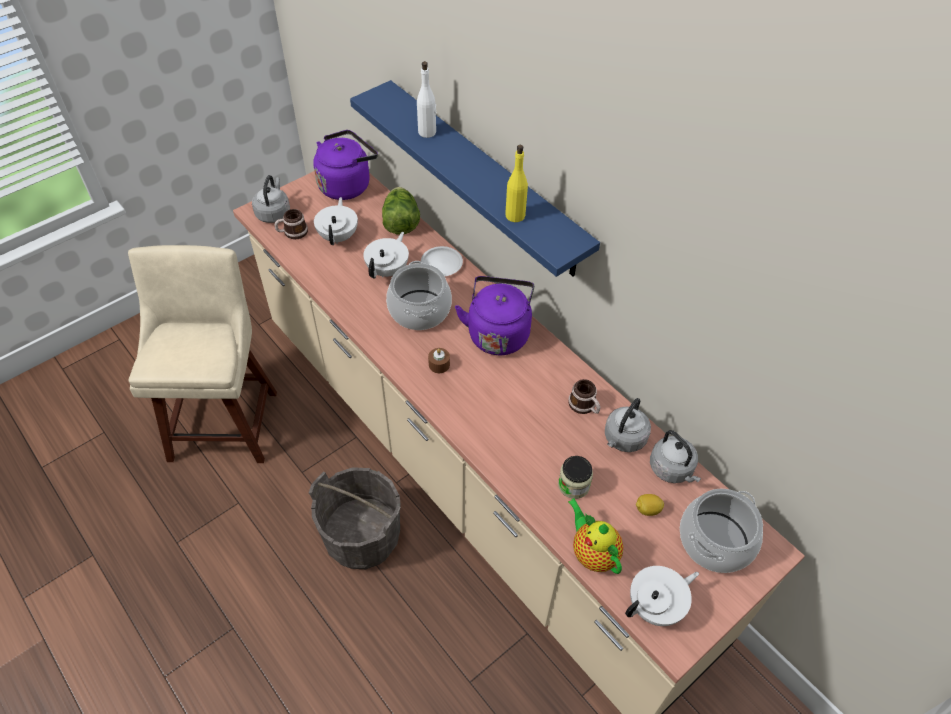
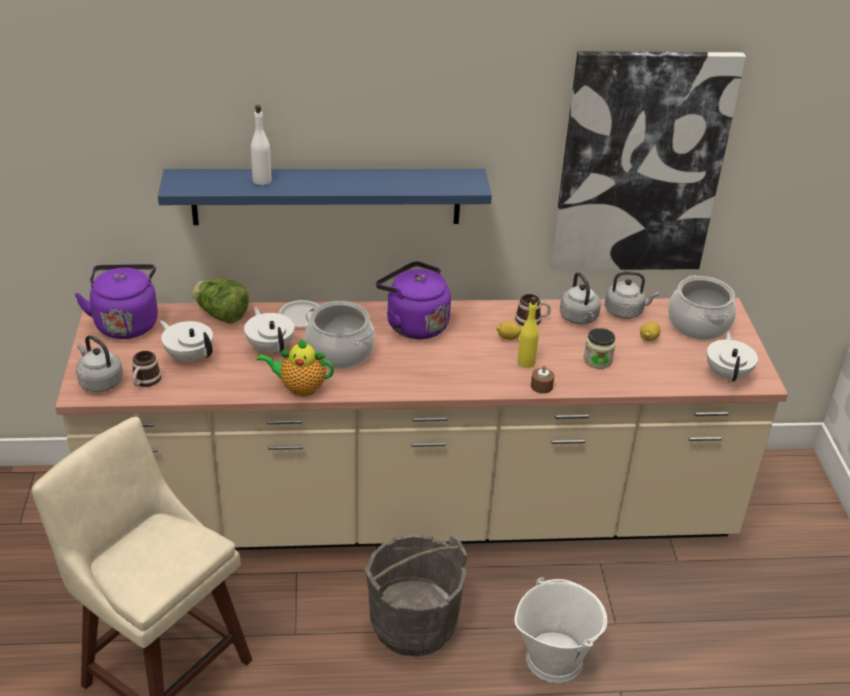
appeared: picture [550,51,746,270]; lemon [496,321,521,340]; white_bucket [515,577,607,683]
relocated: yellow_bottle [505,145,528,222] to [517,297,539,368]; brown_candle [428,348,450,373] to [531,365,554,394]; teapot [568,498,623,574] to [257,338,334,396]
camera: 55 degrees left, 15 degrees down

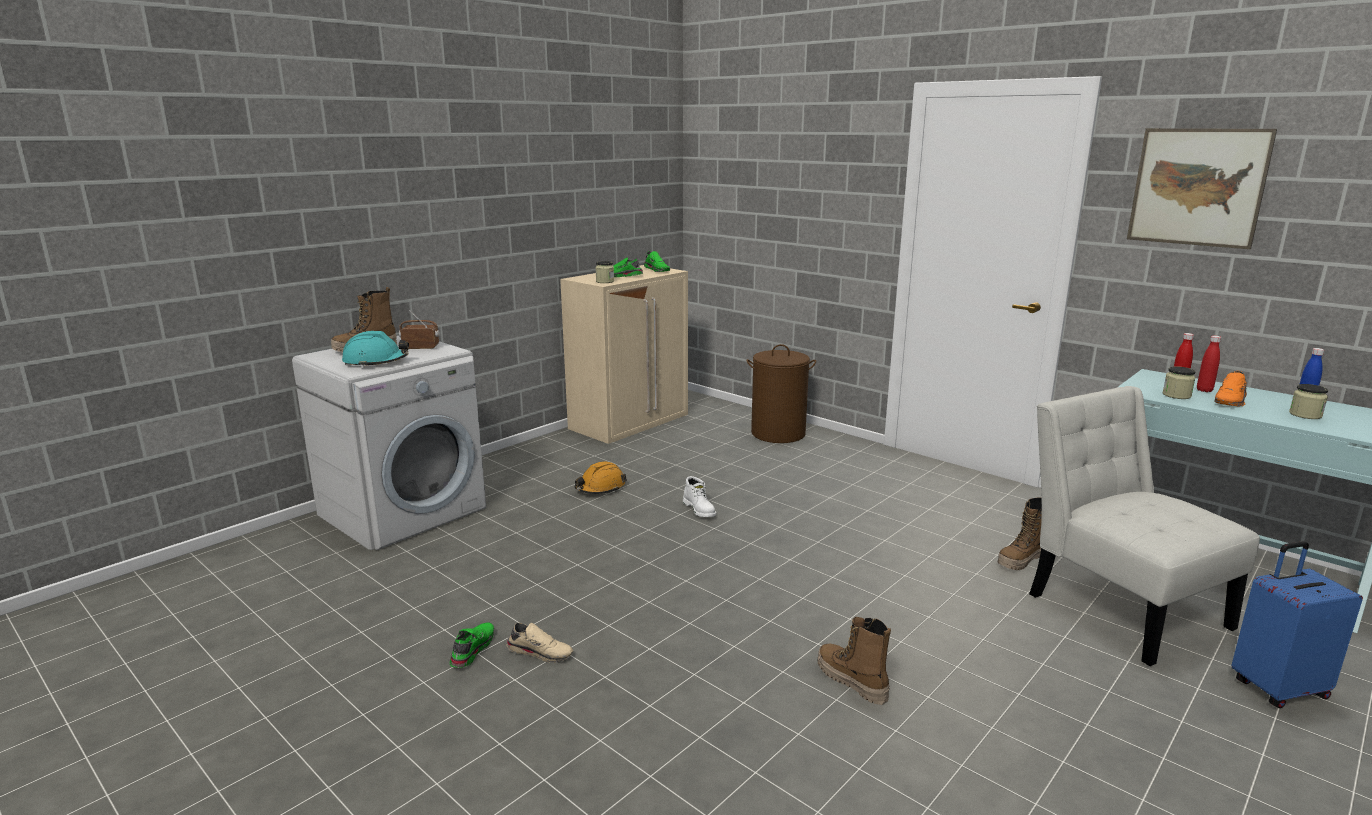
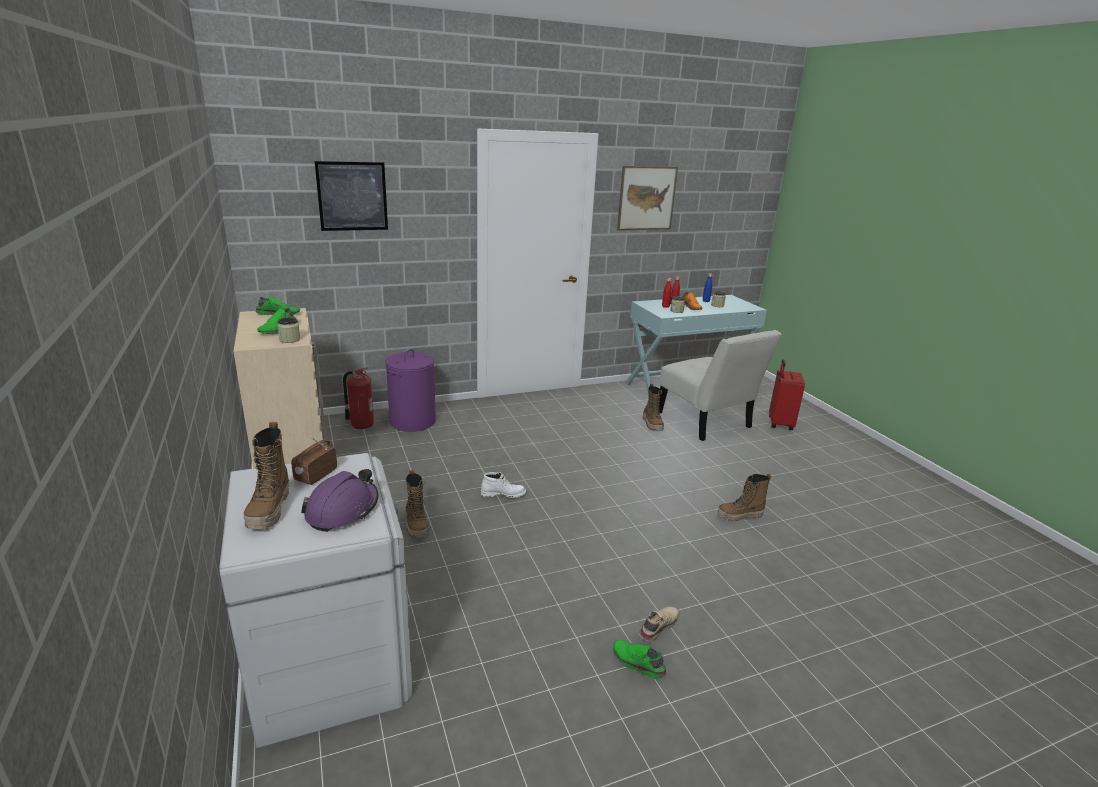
appeared: picture [315,161,388,231]; fire_extinguisher [343,368,374,429]
exchanged: orange_hard_hat [575,462,627,494] to boot [405,470,429,538]
colour: turquoise_hard_hat [342,331,409,367] to purple_hard_hat [301,469,379,532]; brown_laundry_basket [746,344,816,443] to purple_laundry_basket [386,349,436,432]; blue_suitcase [1231,541,1363,708] to red_suitcase [769,359,805,430]
spun: white_chair [1029,386,1260,666] = [659,330,782,441] 120 degrees counterclockwise
camera: 65 degrees left, 5 degrees up

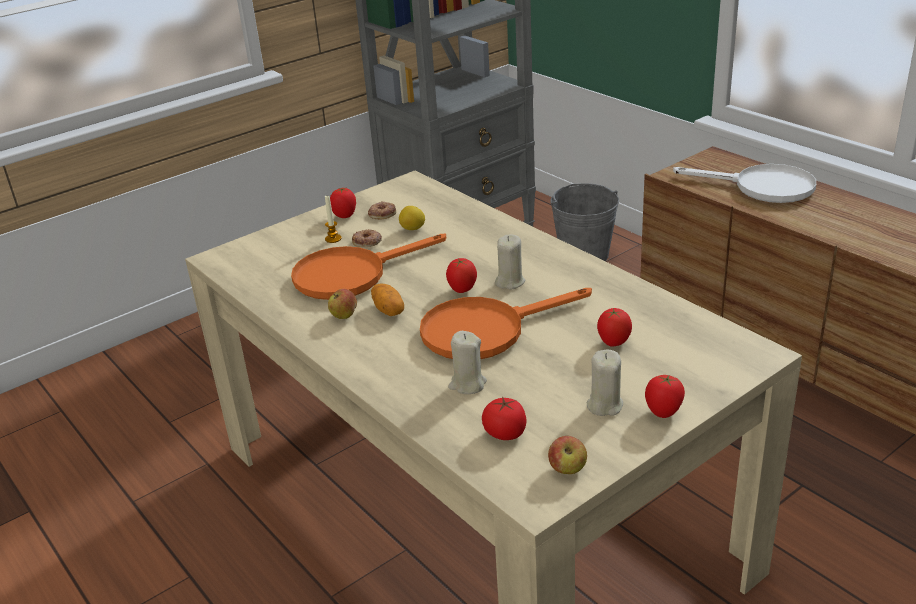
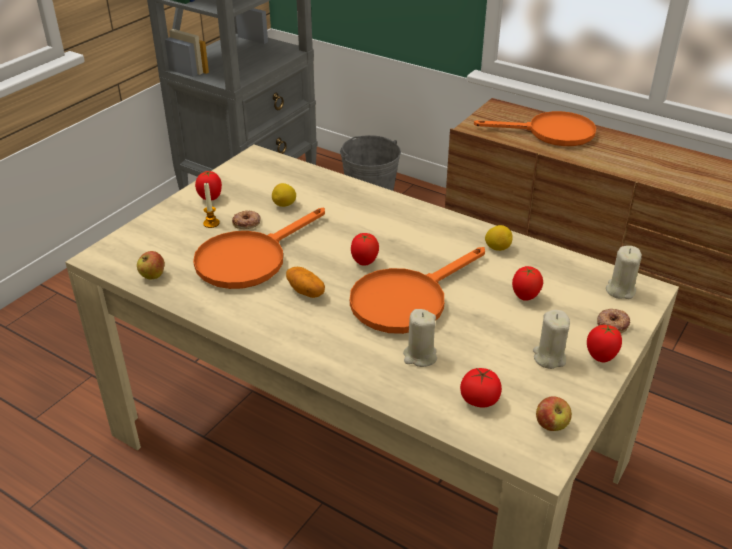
appeared: lemon [485,225,513,251]
relocated: donut [368,202,396,219] to [597,309,630,333]; beige_candle [495,235,525,289] to [606,246,642,299]; apple [328,289,357,319] to [137,251,165,280]
colour: white_frying_pan [673,164,816,203] to orange_frying_pan [474,111,596,146]
camera: 20 degrees left, 5 degrees up

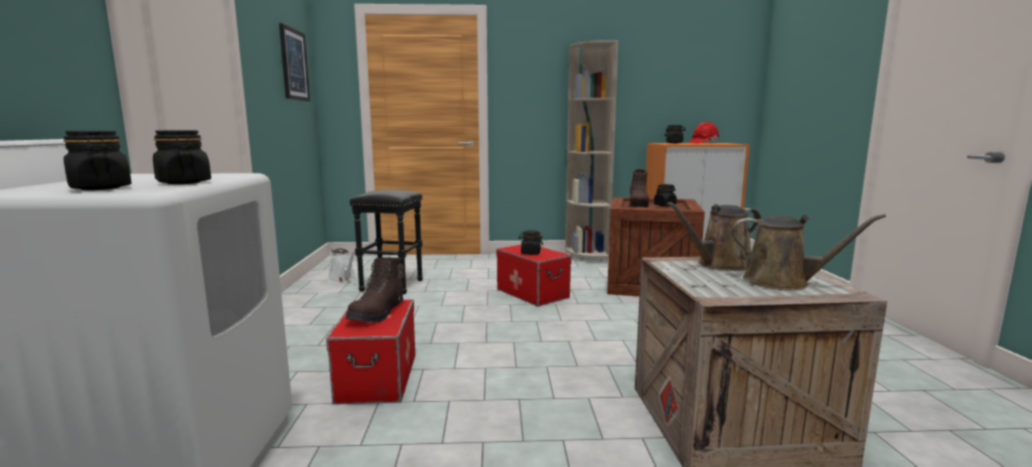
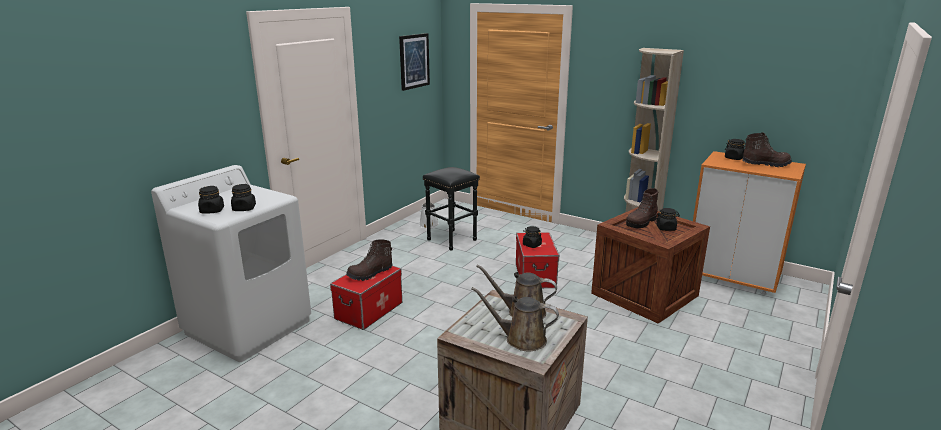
exchanged: red_hard_hat [690,122,719,143] to brown_boot [742,132,792,167]
spun: brown_watering_can [731,214,886,291] = [472,287,559,351] 135 degrees clockwise
camera: 35 degrees right, 10 degrees up

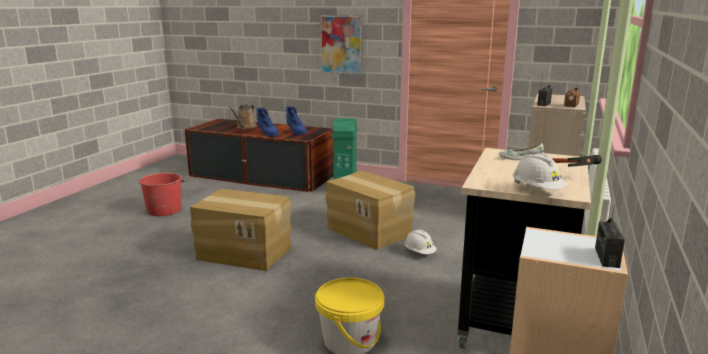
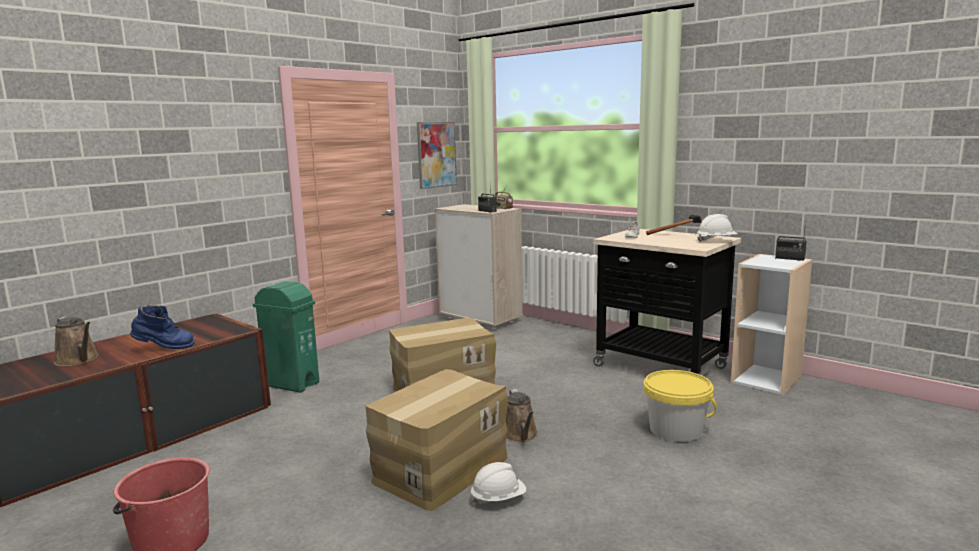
missing: blue_boot [285,106,307,135]
appeared: brown_watering_can [506,389,538,442]
relocated: picture [320,15,363,75] to [417,122,457,189]; white_hard_hat [404,229,437,254] to [471,462,526,505]
camera: 70 degrees left, 5 degrees down

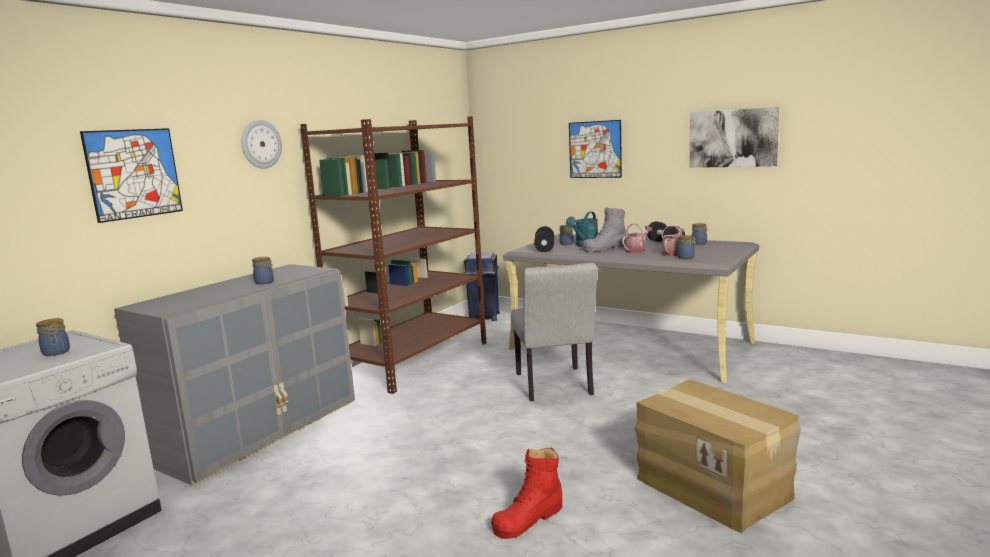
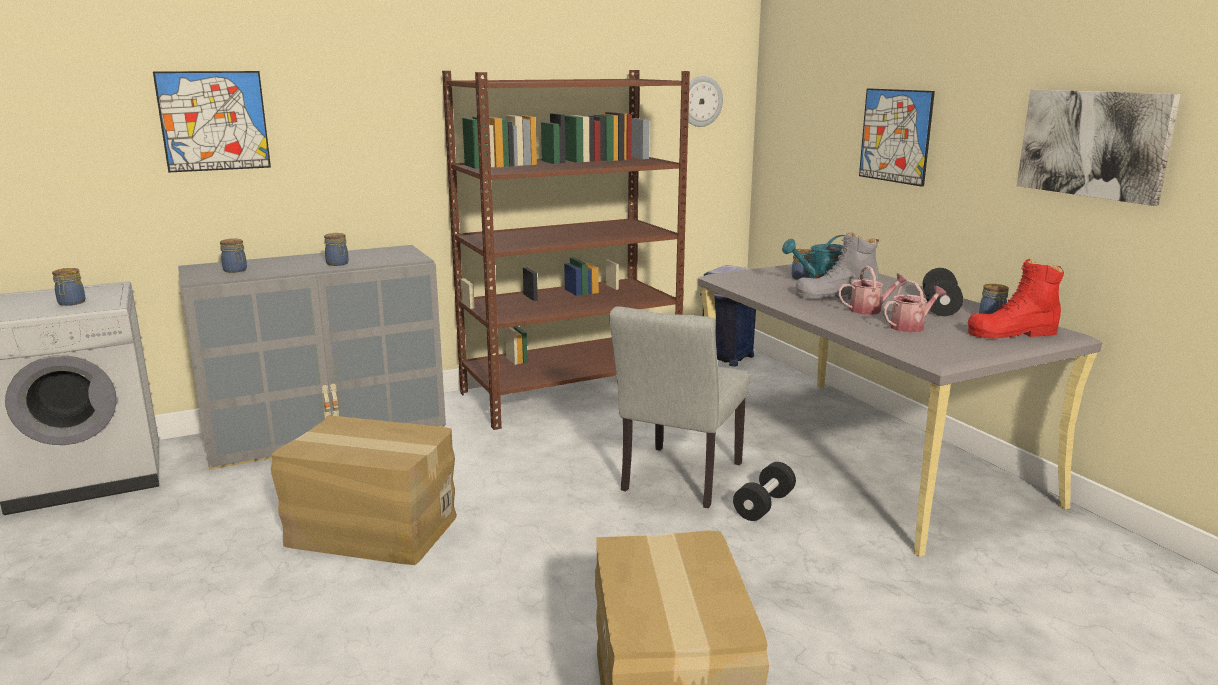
appeared: cardboard_box [271,416,457,565]
relocated: wall_clock [242,120,282,169] to [688,76,723,127]; black_dumbbell [534,226,554,252] to [733,462,796,521]; jar [678,235,697,259] to [220,238,247,273]; red_boot [491,447,562,539] to [968,259,1064,339]
camera: 30 degrees right, 5 degrees up

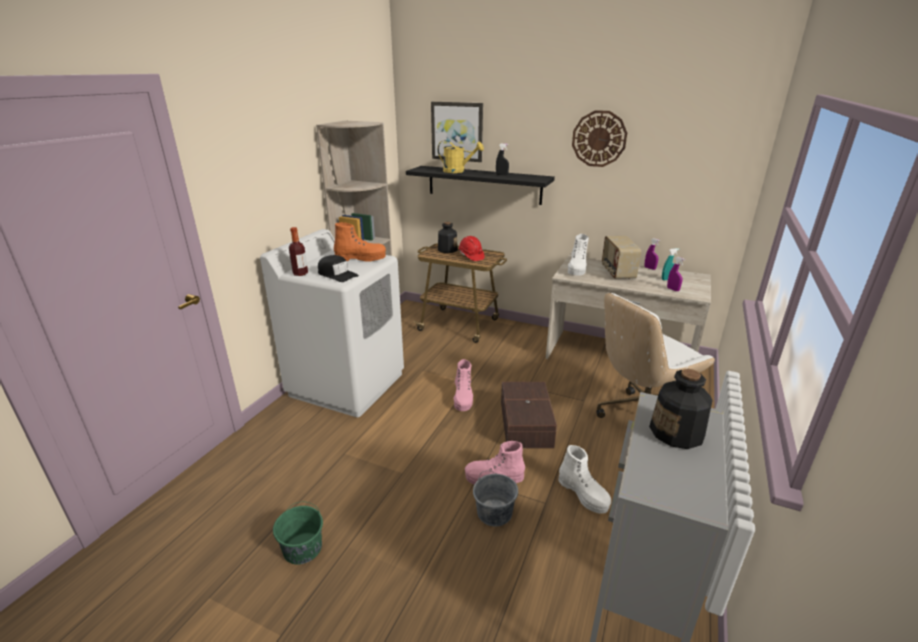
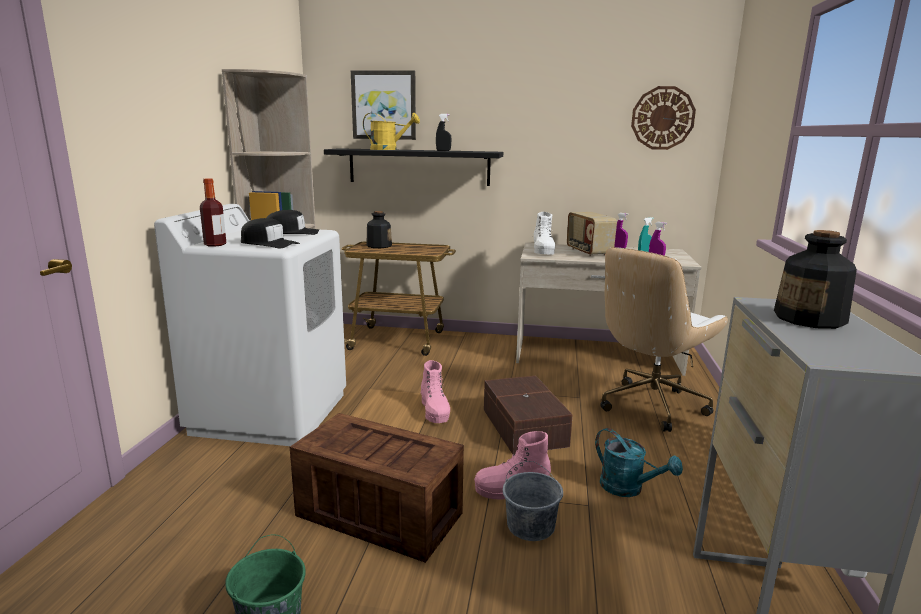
missing: red_hard_hat [458,236,485,261]
appeared: crate [290,413,464,563]
relocated: wall_clock [572,110,627,167] to [631,86,696,150]
exchanged: orange_boot [334,222,386,262] to black_cap [266,210,319,235]; white_boot [558,445,611,514] to turquoise_watering_can [595,428,683,497]
camera: 15 degrees left, 10 degrees down

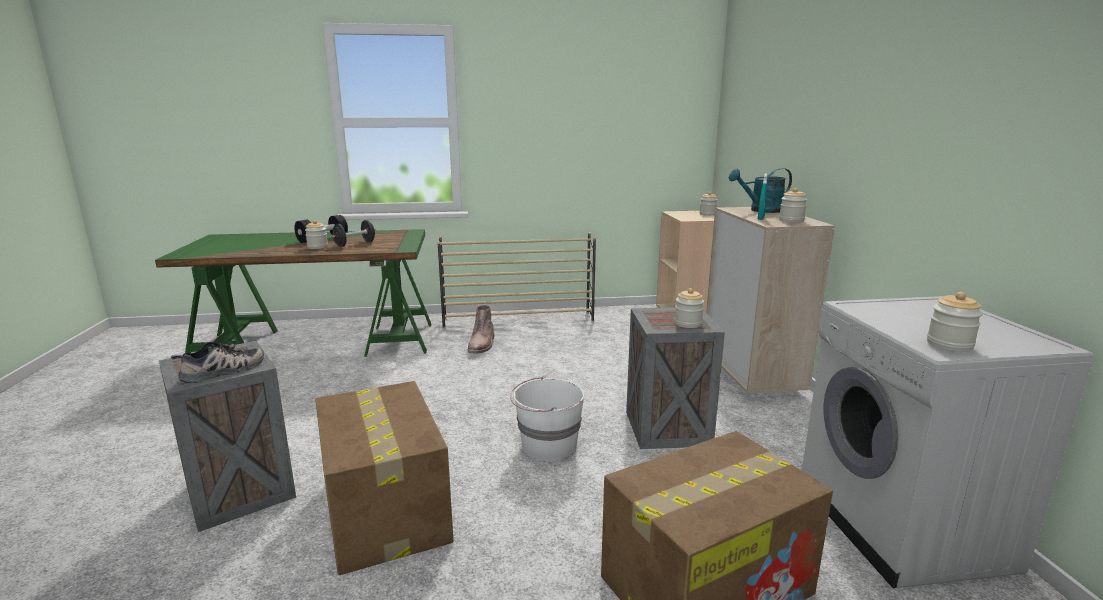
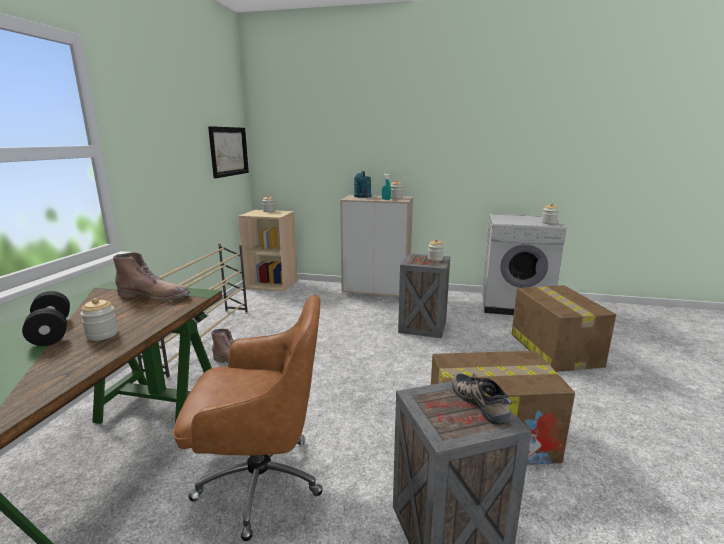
missing: black_dumbbell [330,220,376,247]; white_bucket [510,376,584,462]
appeared: picture [208,126,249,178]; brown_boot [113,252,190,302]; brown_office_chair [173,294,322,541]
camera: 70 degrees left, 0 degrees up

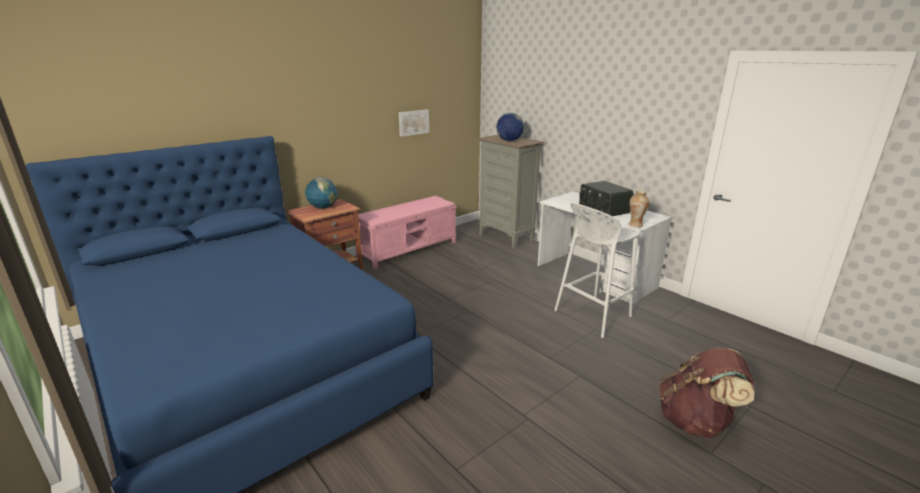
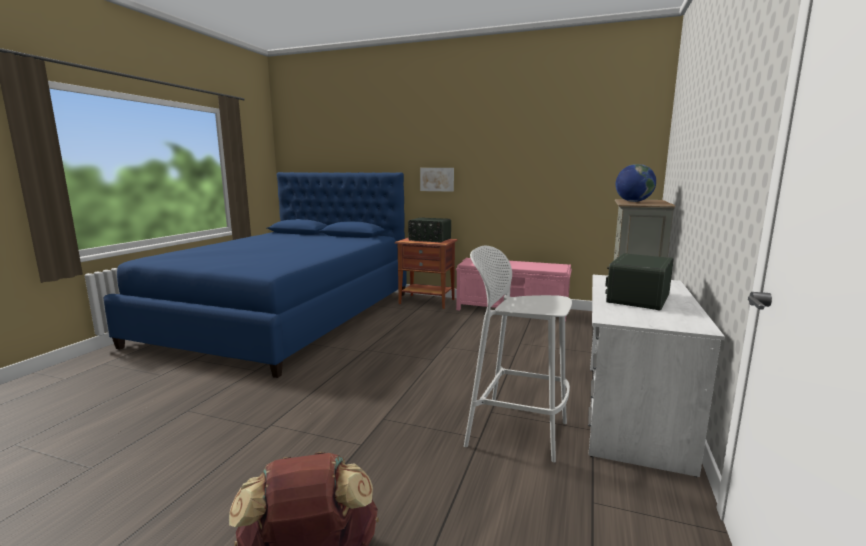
missing: vase [629,190,650,227]
relocated: picture [399,110,429,137] to [420,168,454,192]
exchanged: globe [305,178,337,209] to radio [408,217,451,242]
camera: 60 degrees right, 10 degrees down

